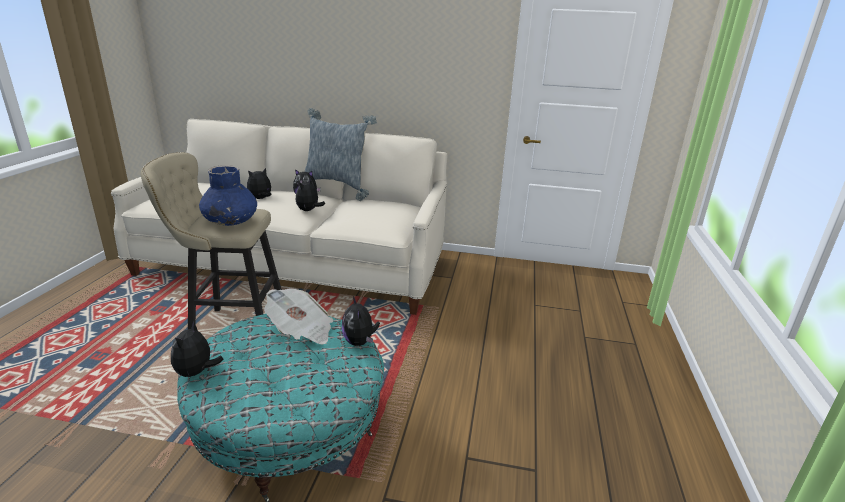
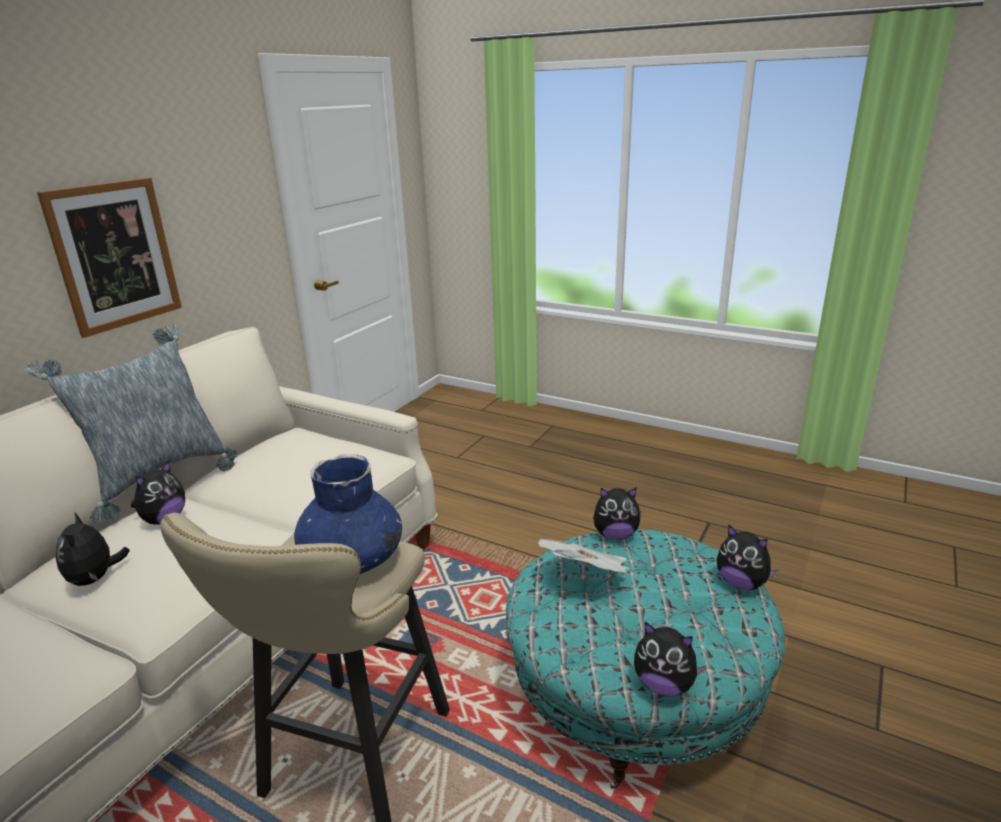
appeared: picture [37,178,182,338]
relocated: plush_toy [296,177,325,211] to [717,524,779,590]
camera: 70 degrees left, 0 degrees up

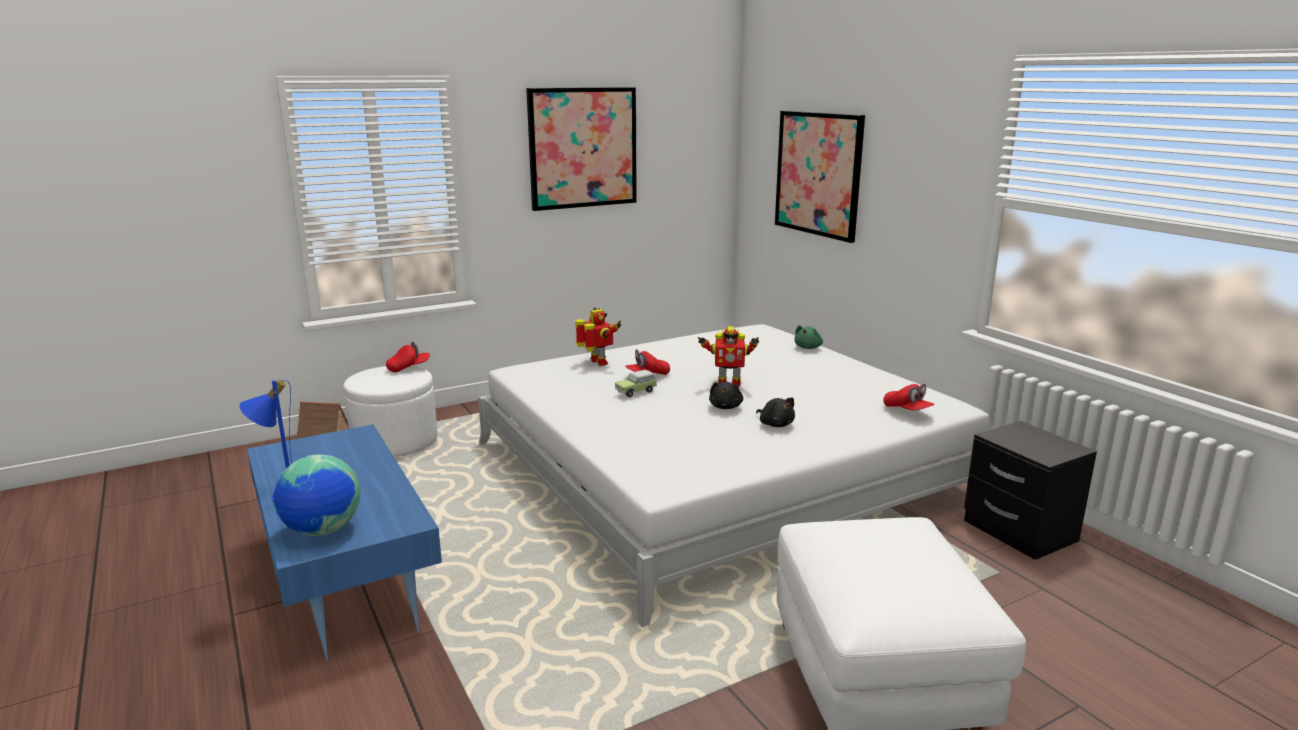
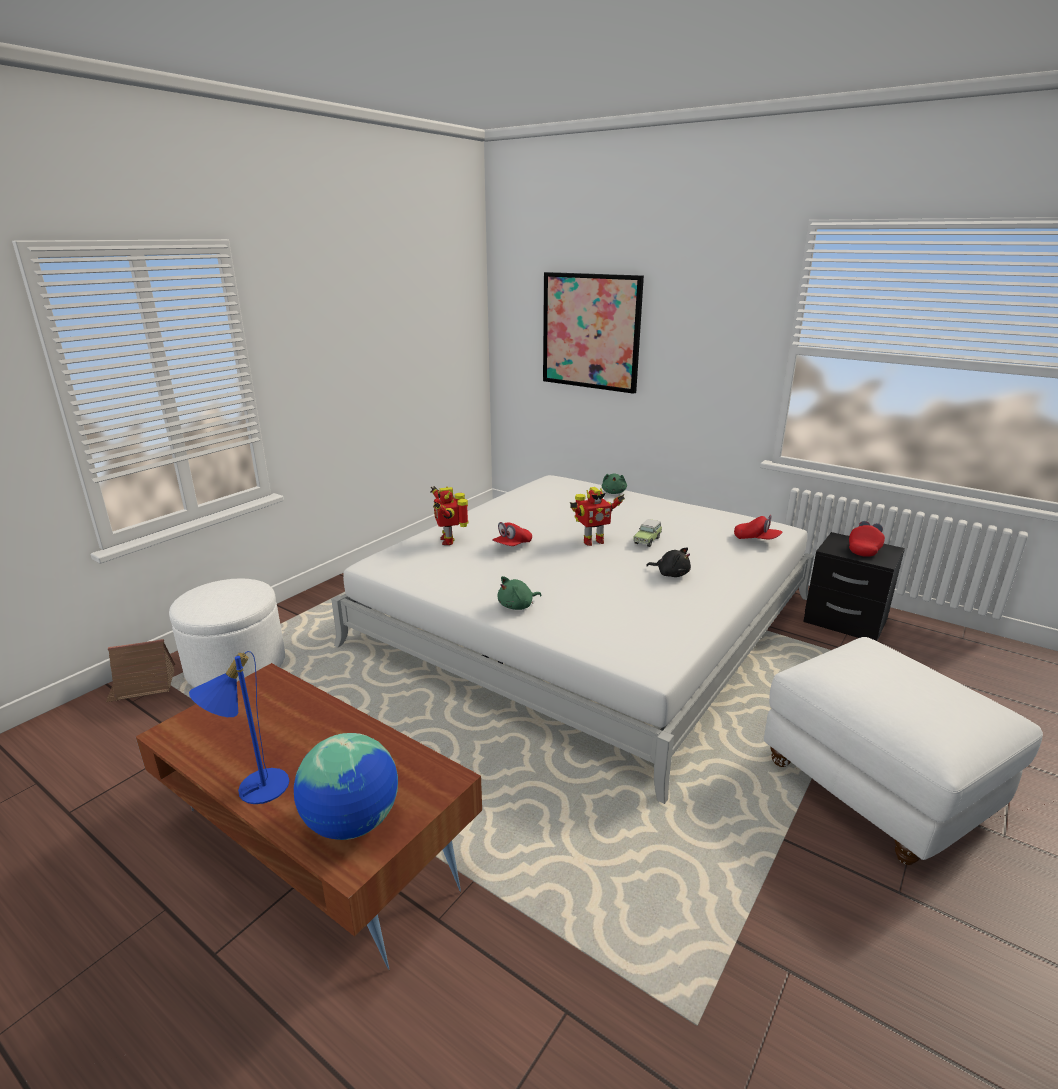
missing: picture [526,87,637,211]; black_plush_toy [709,382,743,409]
appeared: green_plush_toy [497,576,542,610]
relocated: red_cap [386,342,430,372] to [849,521,885,557]; toy_car [615,370,657,397] to [633,519,662,547]
colour: blue_coffee_table [247,424,442,663] to brown_coffee_table [136,663,482,971]
spun: toy_robot [575,307,621,366] = [430,486,469,545] 135 degrees counterclockwise
camera: 25 degrees left, 5 degrees up

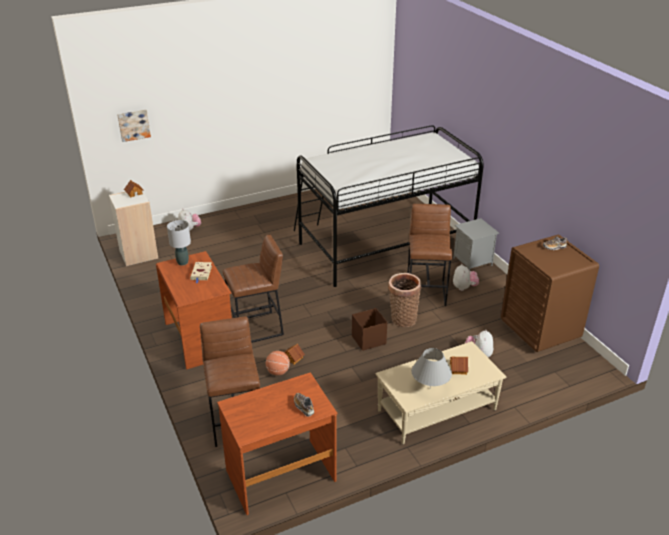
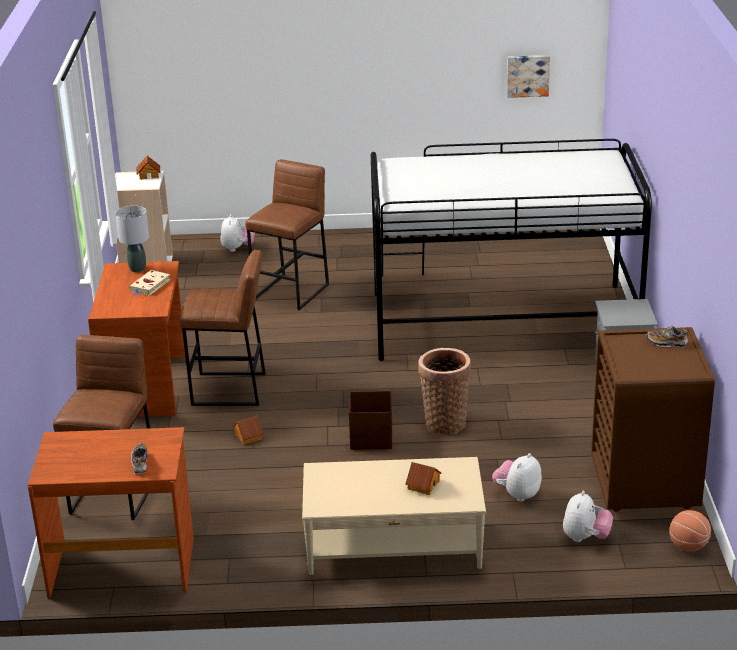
missing: grey_table_lamp [411,348,452,388]
relocated: picture [117,110,151,142] to [507,55,550,98]; brown_stool [407,204,452,306] to [245,159,329,310]; plush_toy [453,264,479,291] to [563,491,613,542]; basketball [266,351,290,375] to [669,510,711,552]
camera: 25 degrees right, 5 degrees down

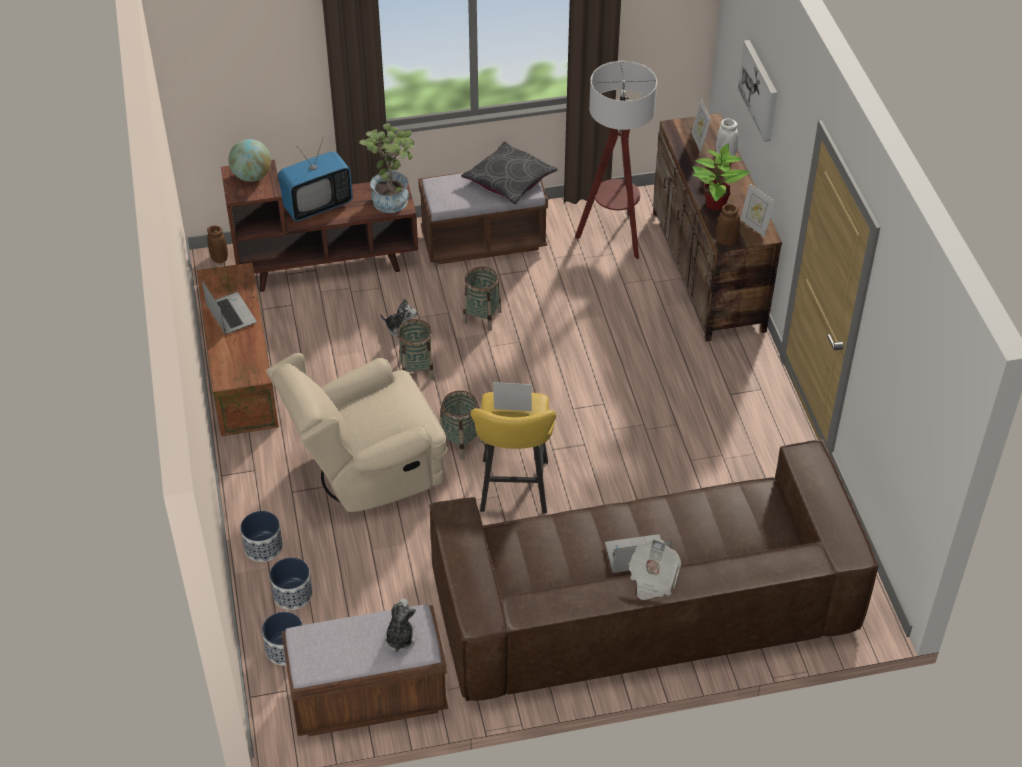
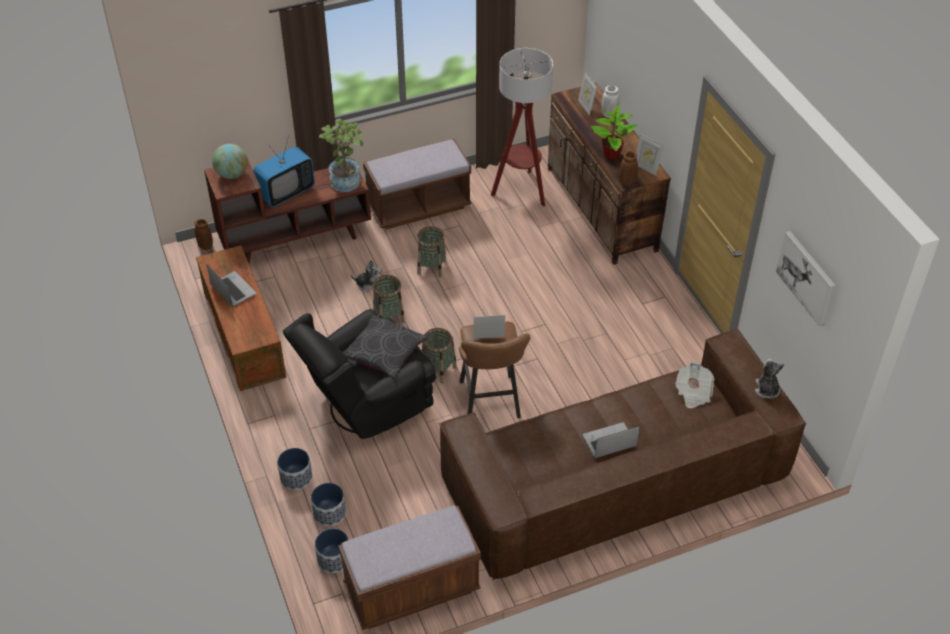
relocated: picture [738,40,777,142] to [776,231,836,327]; grey_pillow [461,142,558,204] to [343,314,428,380]; newspaper [628,539,681,600] to [675,362,714,409]; plush_toy [384,598,416,652] to [755,358,784,399]
colour: beige_armchair [266,353,447,512] to black_armchair [283,309,436,439]; yellow_stool [471,392,556,514] to brown_stool [459,322,530,418]
camera: 10 degrees left, 0 degrees up

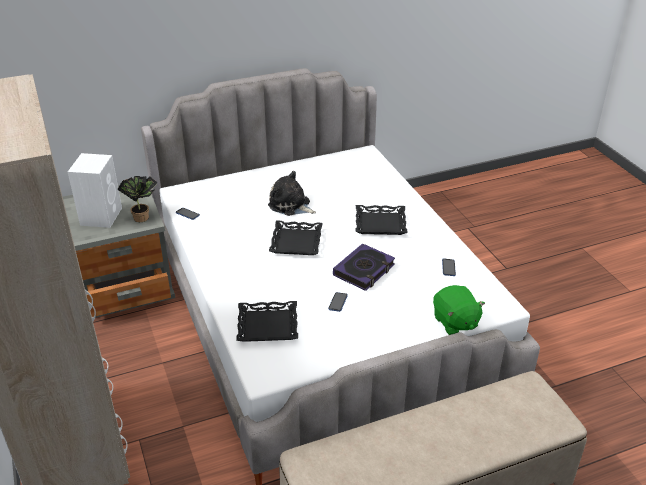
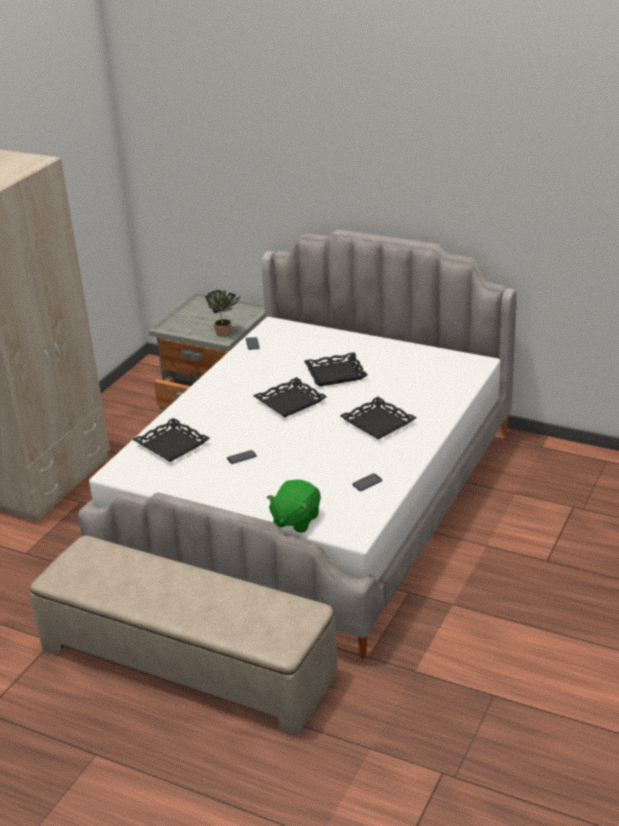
missing: white_speaker [68,153,122,228]; book [333,243,395,291]
exchanged: plush_toy [268,171,316,216] to black_tray [304,352,368,386]
camera: 50 degrees right, 5 degrees down

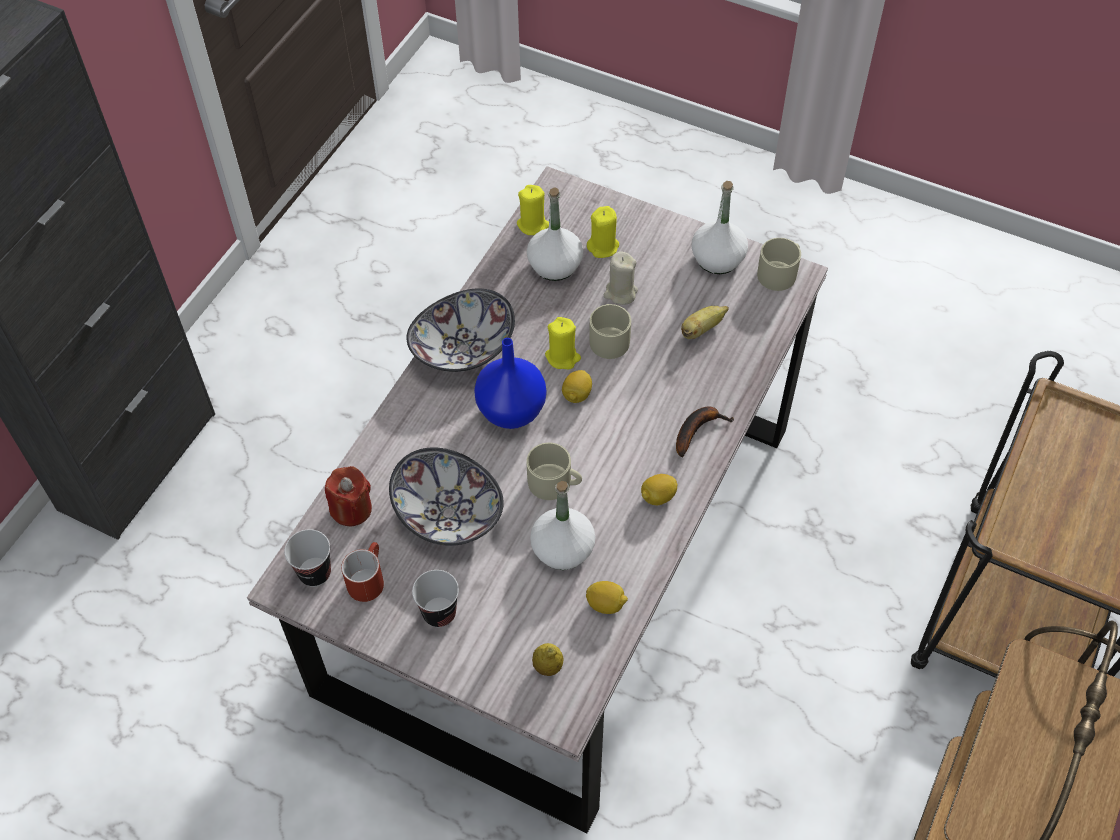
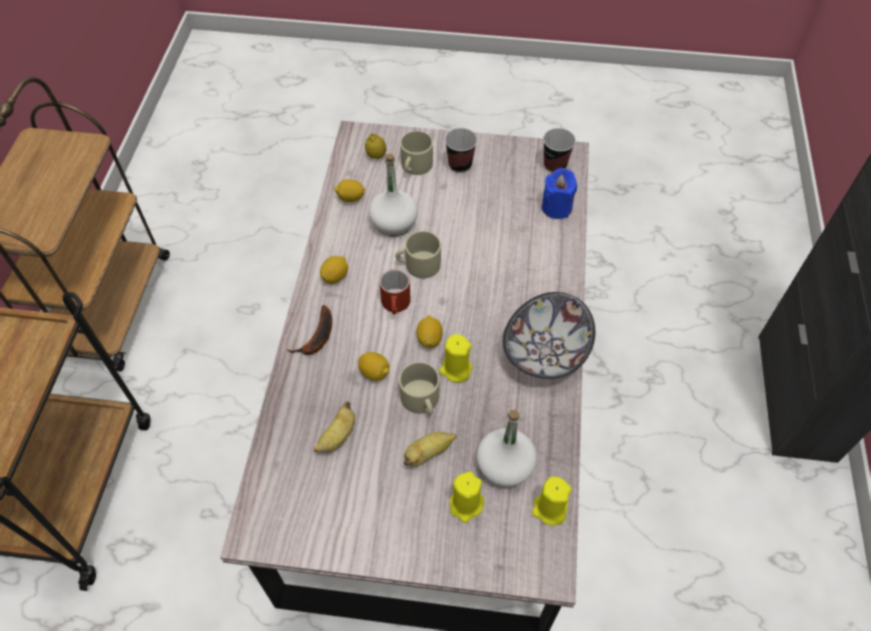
missing: white_bottle [691,181,748,274]; blue_vase [474,338,546,429]; bowl [389,447,504,546]
appeared: lemon [358,352,389,381]
relocated: beige_mug [757,238,801,291] to [400,131,433,175]; red_mug [341,542,384,602] to [379,269,411,315]
exchanged: beige_candle [604,251,638,305] to banana [404,432,456,467]
colour: red_candle [325,466,372,526] to blue_candle [542,168,577,219]
camera: 160 degrees right, 0 degrees up

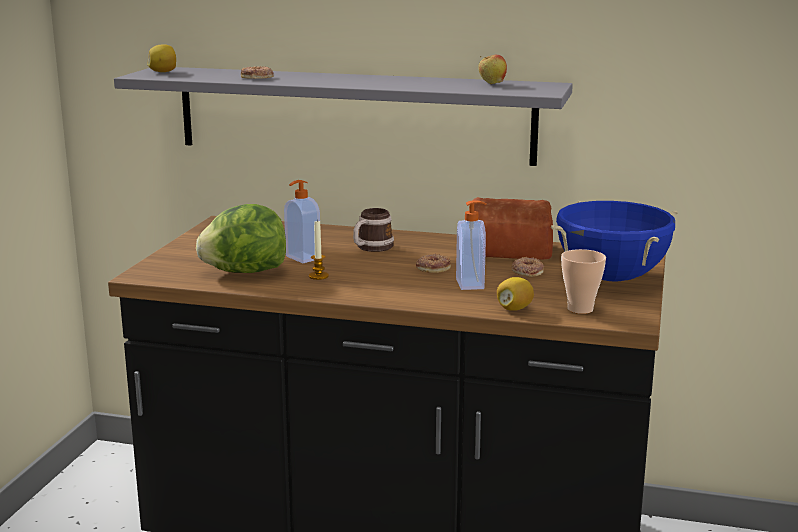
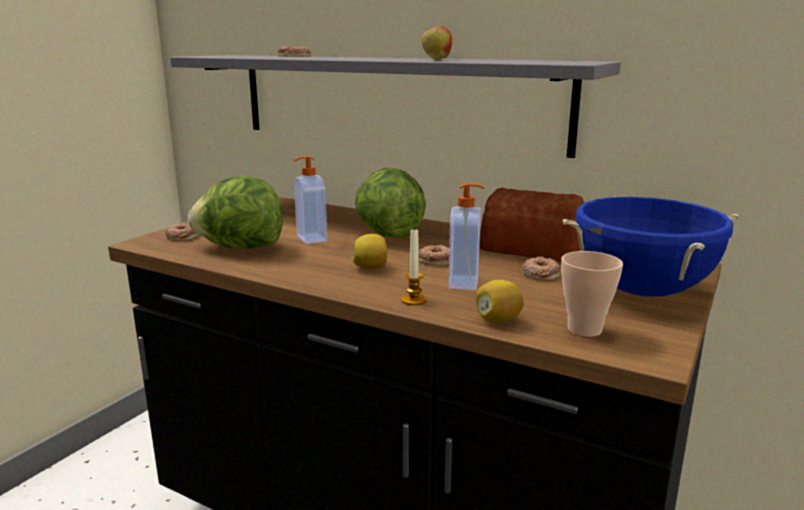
appeared: donut [165,223,198,241]
relocated: lemon [147,44,176,72] to [352,234,387,269]; apple [478,55,507,84] to [422,26,452,60]; candle [309,221,329,280] to [401,227,427,305]
exchanged: mug [353,208,394,252] to lettuce [355,168,426,238]
camera: 15 degrees right, 0 degrees up

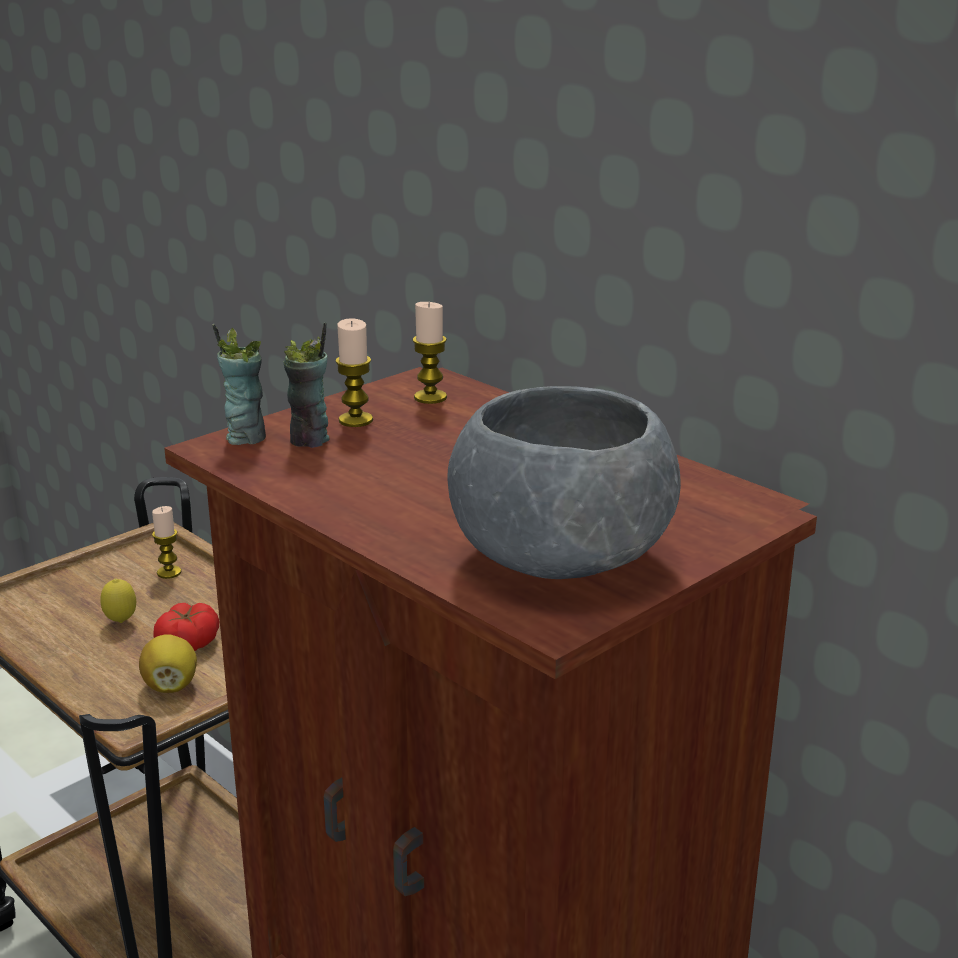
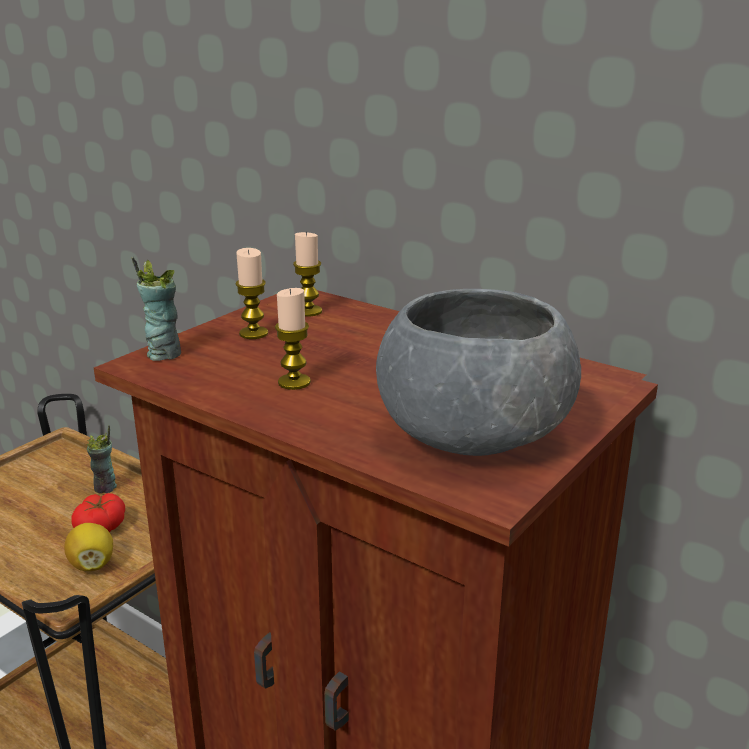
missing: lemon [100,579,136,623]
relocated: cup [284,323,329,448] to [87,425,117,493]; candle [152,506,181,579] to [275,288,311,390]
camera: 10 degrees left, 0 degrees up

